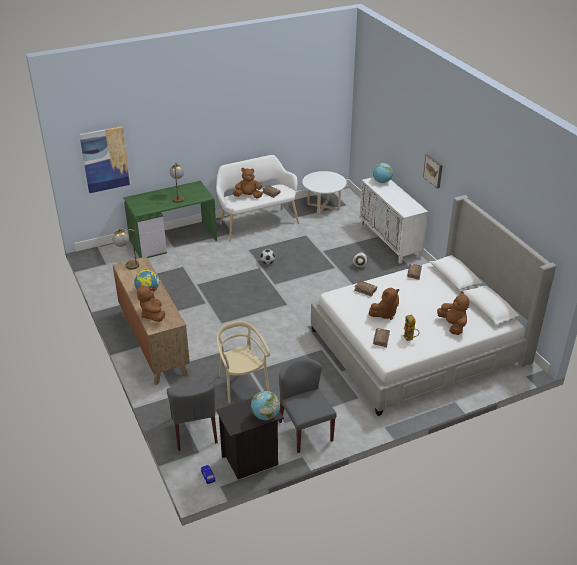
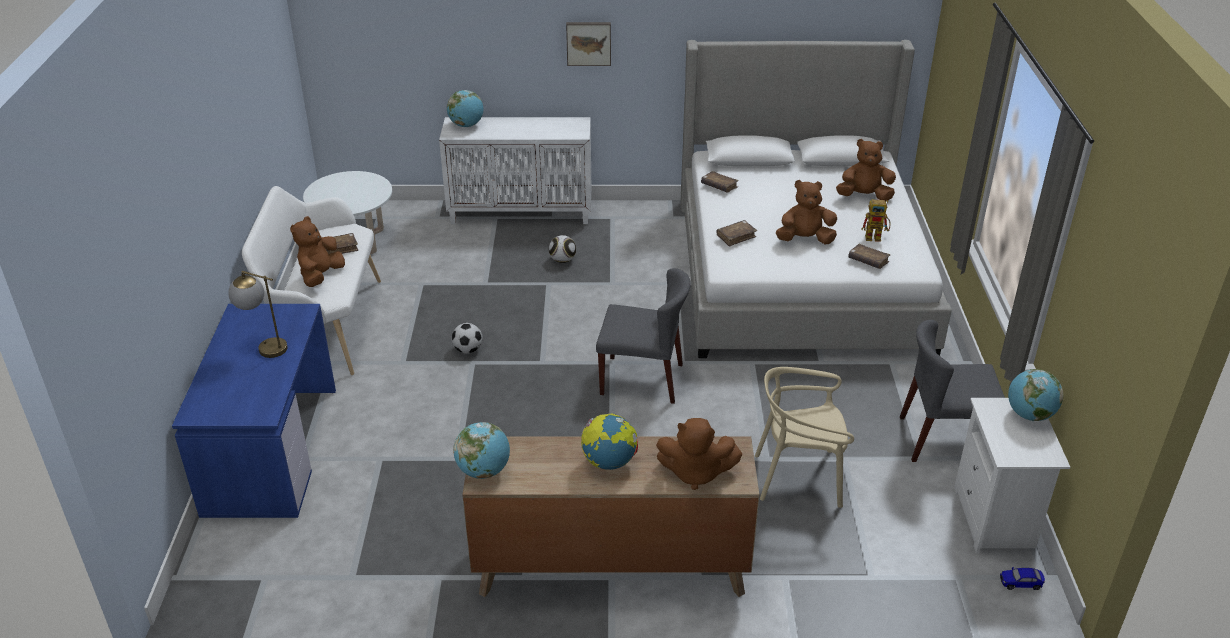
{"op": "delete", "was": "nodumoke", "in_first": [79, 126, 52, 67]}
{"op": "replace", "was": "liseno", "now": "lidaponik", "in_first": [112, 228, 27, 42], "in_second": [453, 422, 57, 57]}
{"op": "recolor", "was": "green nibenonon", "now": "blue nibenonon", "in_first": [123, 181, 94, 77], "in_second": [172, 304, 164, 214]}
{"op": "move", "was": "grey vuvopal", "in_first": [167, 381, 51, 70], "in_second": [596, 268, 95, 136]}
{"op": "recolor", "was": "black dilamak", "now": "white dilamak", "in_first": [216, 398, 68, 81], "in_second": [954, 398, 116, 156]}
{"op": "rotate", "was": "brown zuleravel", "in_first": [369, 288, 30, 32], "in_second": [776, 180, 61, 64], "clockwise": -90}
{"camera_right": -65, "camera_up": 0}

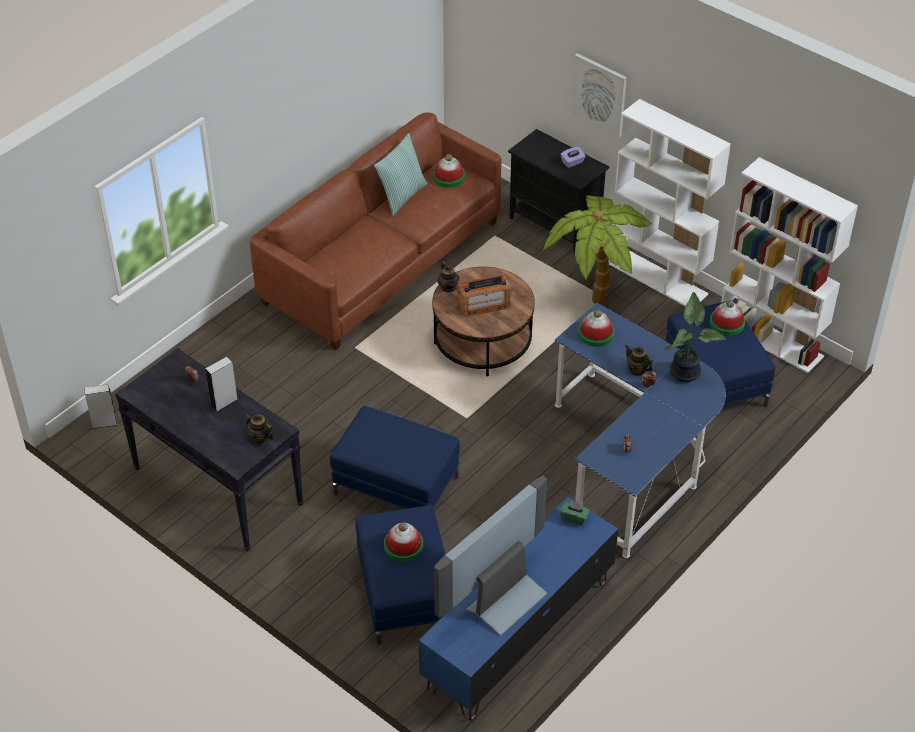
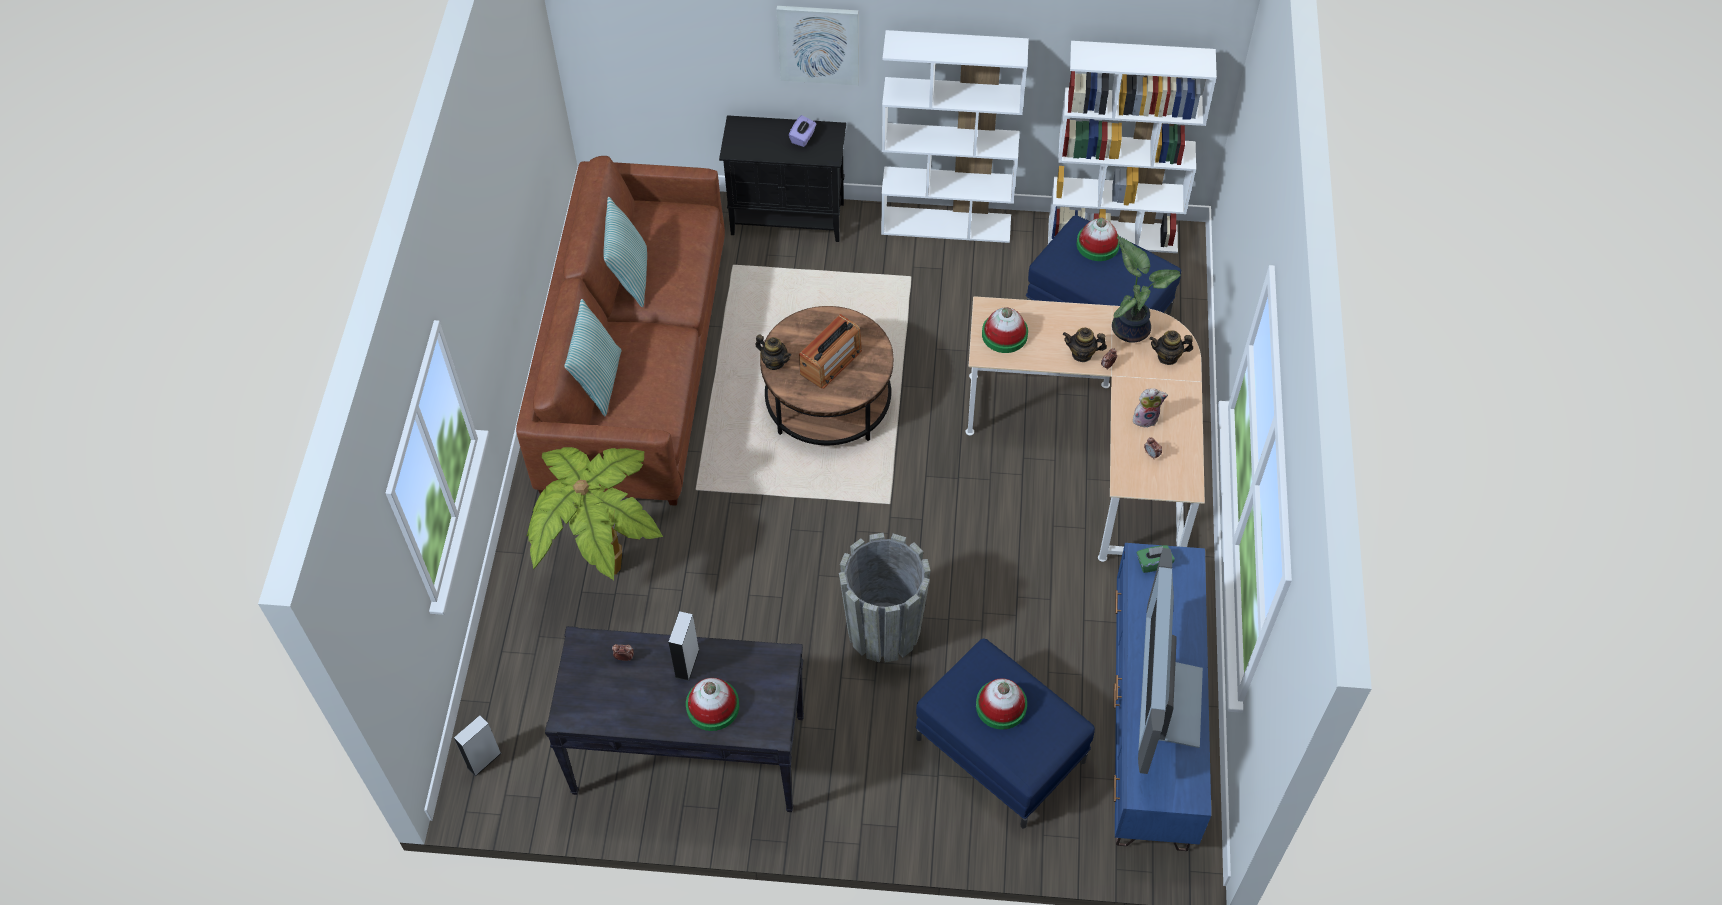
{"op": "move", "was": "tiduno", "in_first": [244, 413, 30, 31], "in_second": [1150, 330, 43, 35]}
{"op": "replace", "was": "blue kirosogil", "now": "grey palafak", "in_first": [330, 406, 130, 103], "in_second": [839, 533, 91, 129]}
{"op": "move", "was": "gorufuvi", "in_first": [433, 154, 32, 34], "in_second": [686, 678, 53, 53]}
{"op": "move", "was": "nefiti", "in_first": [543, 195, 109, 109], "in_second": [526, 447, 137, 133]}
{"op": "recolor", "was": "blue nibenonon", "now": "beige nibenonon", "in_first": [555, 303, 171, 255], "in_second": [965, 296, 240, 266]}
{"op": "insert", "now": "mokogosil", "in_second": [564, 299, 58, 117]}
{"op": "insert", "now": "zuleravel", "in_second": [1133, 389, 35, 39]}
{"camera_right": -35, "camera_up": 10}

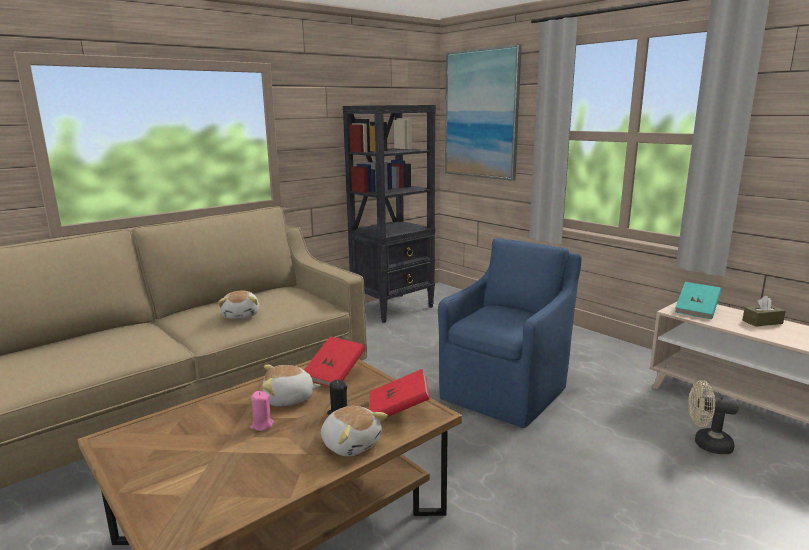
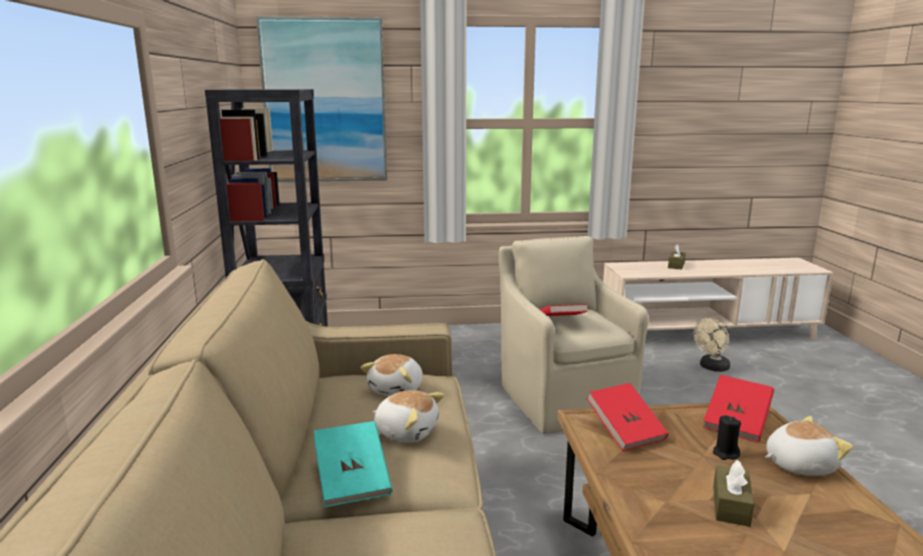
{"op": "replace", "was": "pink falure", "now": "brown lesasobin", "in_first": [250, 391, 24, 40], "in_second": [713, 460, 41, 67]}
{"op": "move", "was": "zuleravel", "in_first": [262, 365, 59, 41], "in_second": [360, 354, 63, 42]}
{"op": "recolor", "was": "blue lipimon", "now": "beige lipimon", "in_first": [438, 238, 144, 190], "in_second": [499, 236, 150, 198]}
{"op": "move", "was": "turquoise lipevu", "in_first": [675, 282, 46, 37], "in_second": [314, 421, 78, 86]}
{"op": "insert", "now": "red lipevu", "in_second": [541, 304, 47, 12]}
{"camera_right": -55, "camera_up": 0}

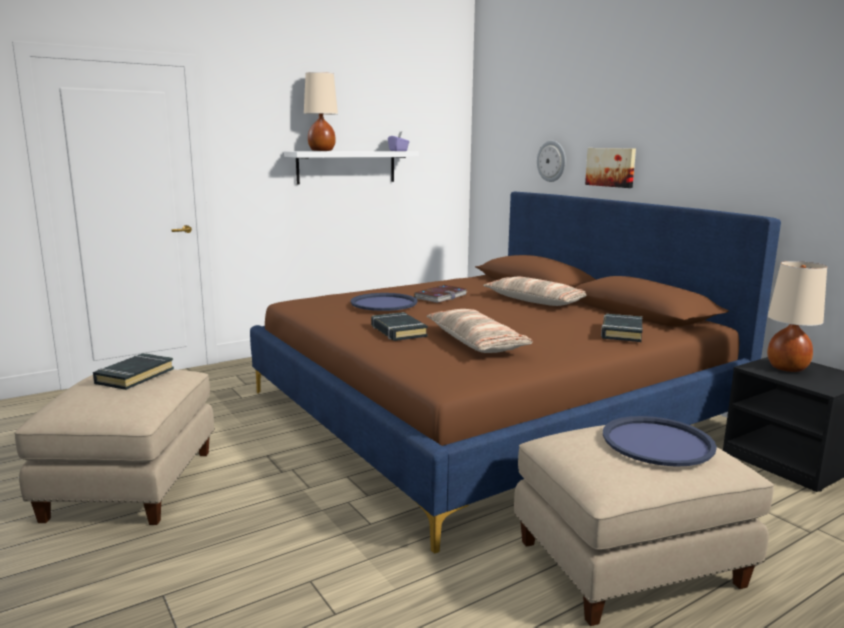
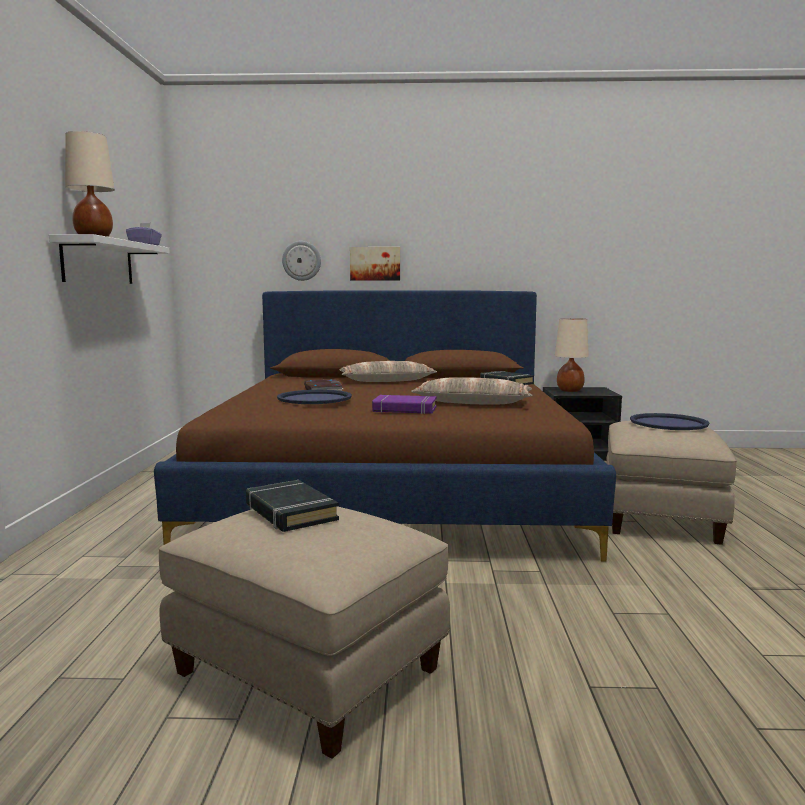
{"op": "recolor", "was": "black lipevu", "now": "purple lipevu", "in_first": [371, 312, 57, 29], "in_second": [372, 395, 65, 19]}
{"camera_right": -55, "camera_up": -5}

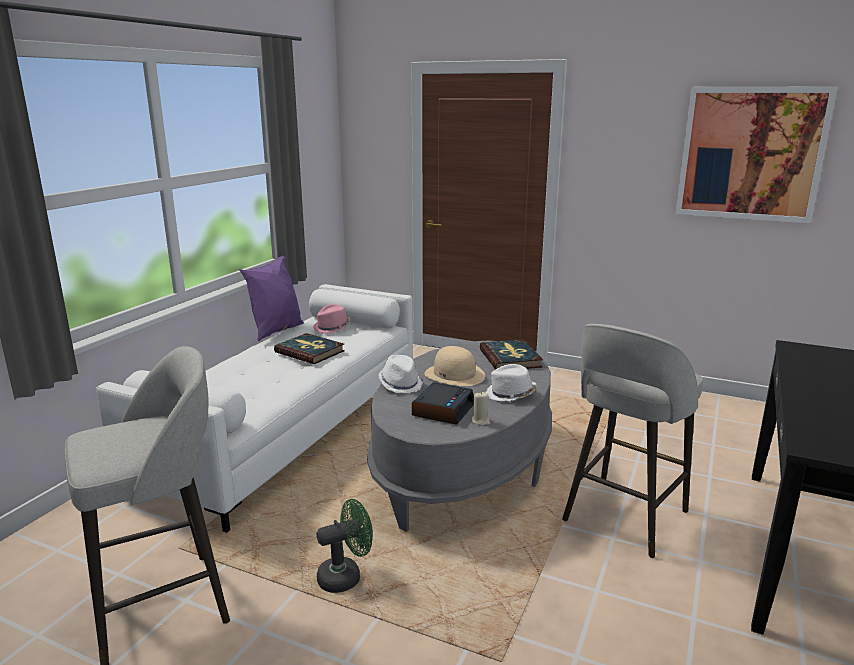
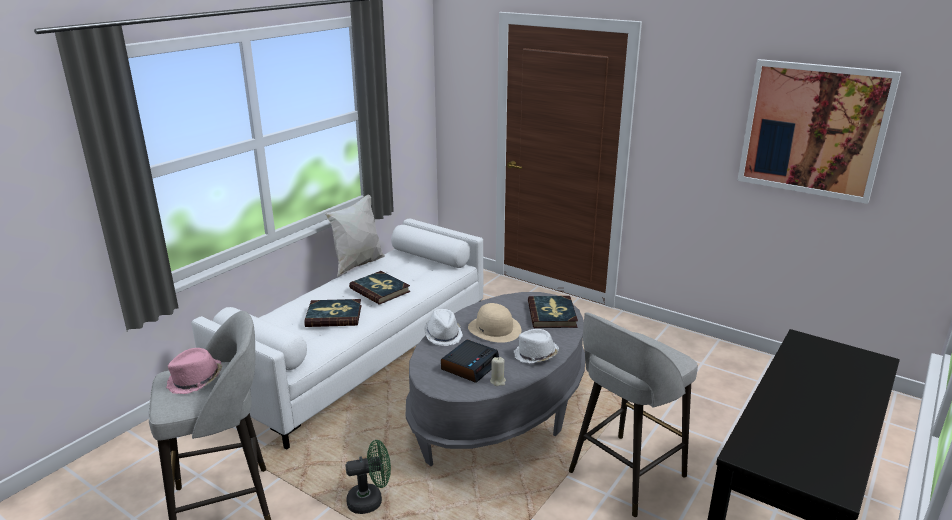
{"op": "recolor", "was": "purple mokogosil", "now": "white mokogosil", "in_first": [239, 255, 65, 87], "in_second": [324, 194, 61, 83]}
{"op": "move", "was": "pink gorufuvi", "in_first": [313, 304, 37, 30], "in_second": [166, 348, 56, 46]}
{"op": "insert", "now": "lipevu", "in_second": [304, 299, 58, 28]}
{"camera_right": 10, "camera_up": 5}

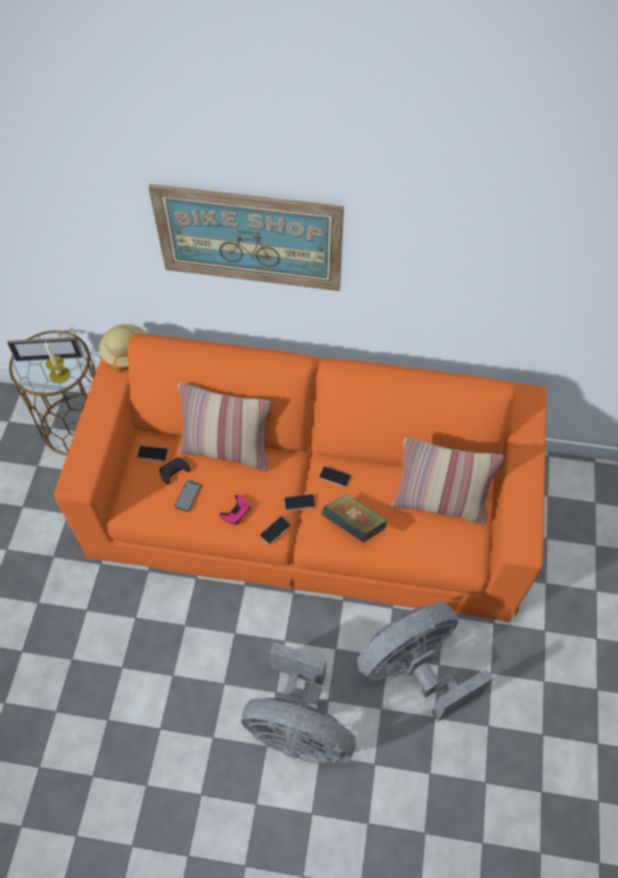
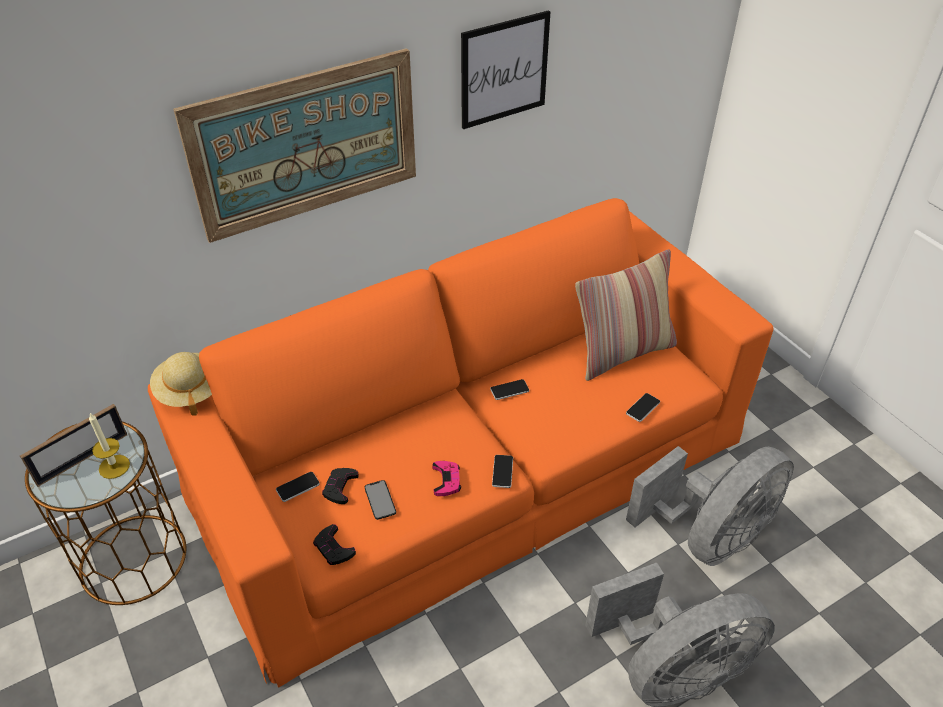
{"op": "delete", "was": "mokogosil", "in_first": [178, 383, 93, 88]}
{"op": "move", "was": "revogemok", "in_first": [284, 494, 31, 17], "in_second": [626, 393, 34, 29]}
{"op": "delete", "was": "lipevu", "in_first": [321, 494, 67, 49]}
{"op": "rotate", "was": "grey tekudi", "in_first": [357, 602, 136, 119], "in_second": [626, 446, 168, 120], "clockwise": -150}
{"op": "insert", "now": "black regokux", "in_second": [313, 524, 43, 41]}
{"op": "insert", "now": "nodumoke", "in_second": [461, 10, 89, 119]}
{"camera_right": -40, "camera_up": -15}

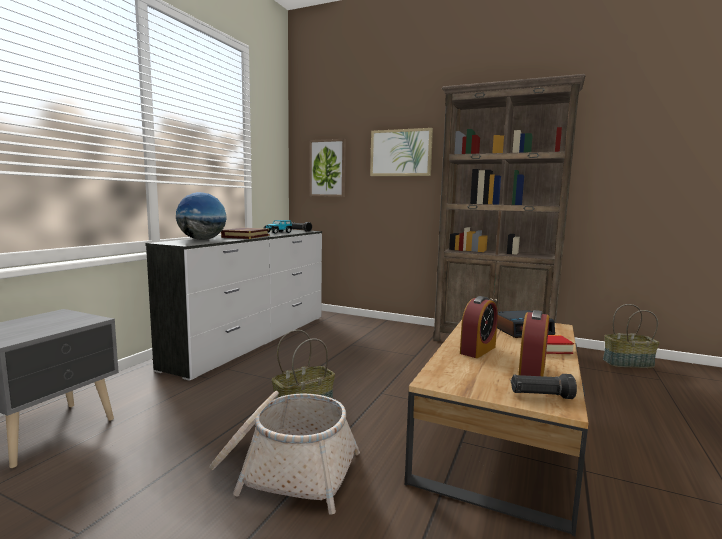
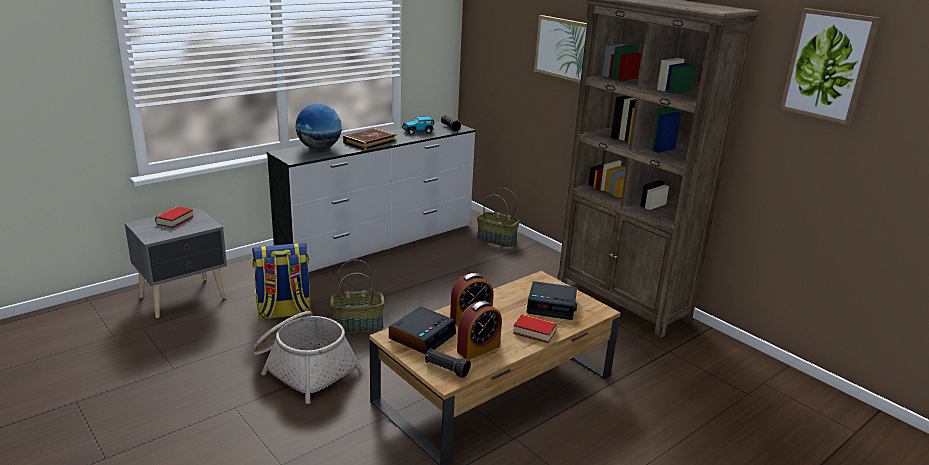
{"op": "move", "was": "nodumoke", "in_first": [309, 139, 37, 58], "in_second": [780, 8, 100, 117]}
{"op": "move", "was": "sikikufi", "in_first": [603, 304, 56, 64], "in_second": [477, 188, 42, 59]}
{"op": "insert", "now": "lipevu", "in_second": [155, 206, 39, 22]}
{"op": "insert", "now": "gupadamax", "in_second": [252, 243, 60, 77]}
{"op": "insert", "now": "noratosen", "in_second": [389, 306, 67, 49]}
{"camera_right": 25, "camera_up": 15}

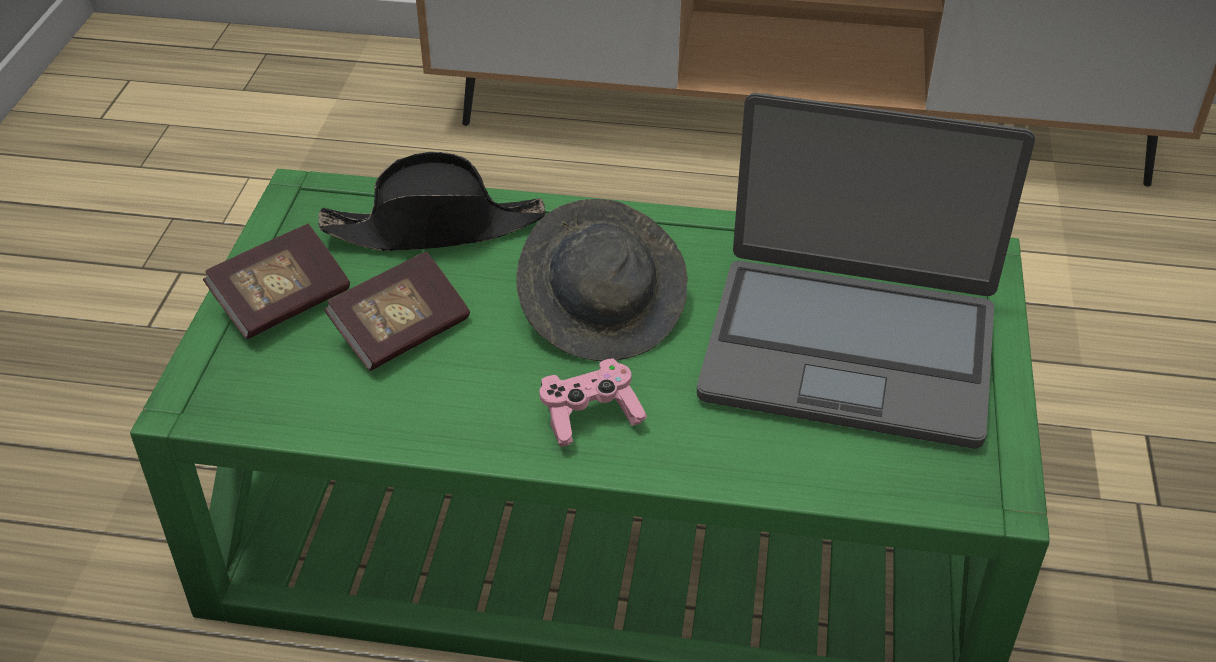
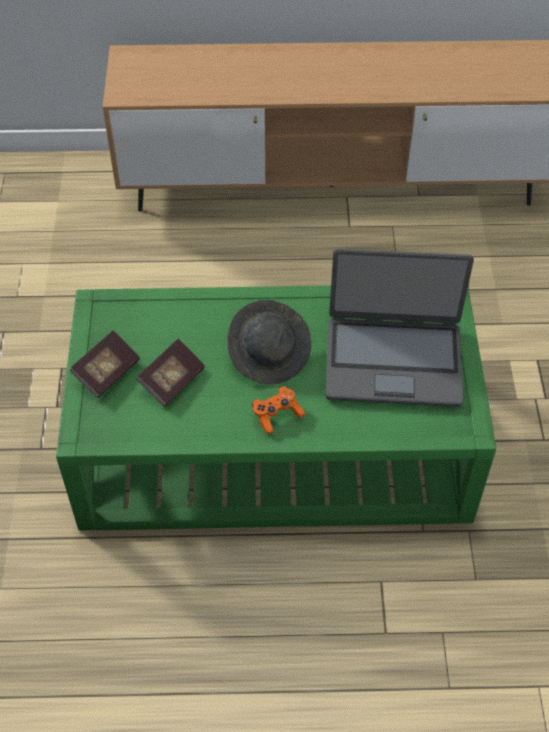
{"op": "delete", "was": "black gorufuvi", "in_first": [318, 152, 228, 99]}
{"op": "recolor", "was": "pink regokux", "now": "orange regokux", "in_first": [539, 359, 108, 88], "in_second": [252, 386, 53, 48]}
{"camera_right": -10, "camera_up": 10}

